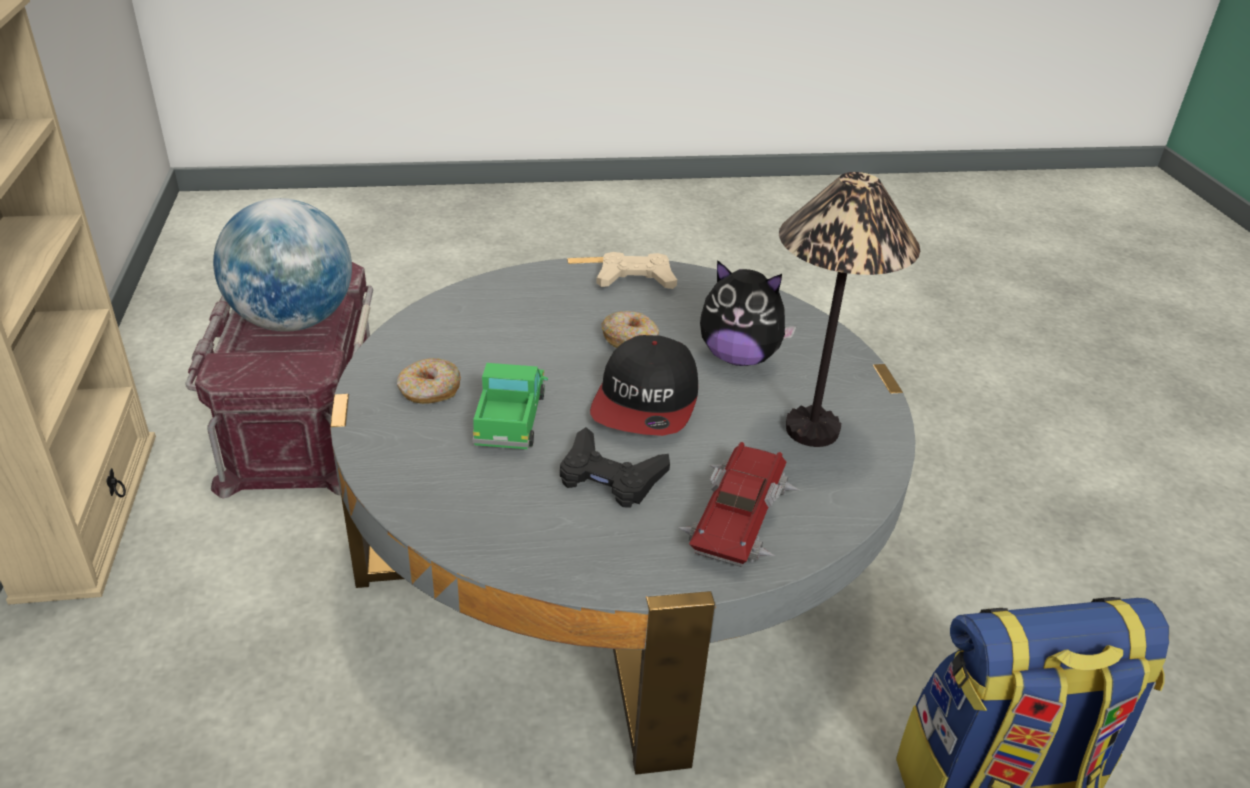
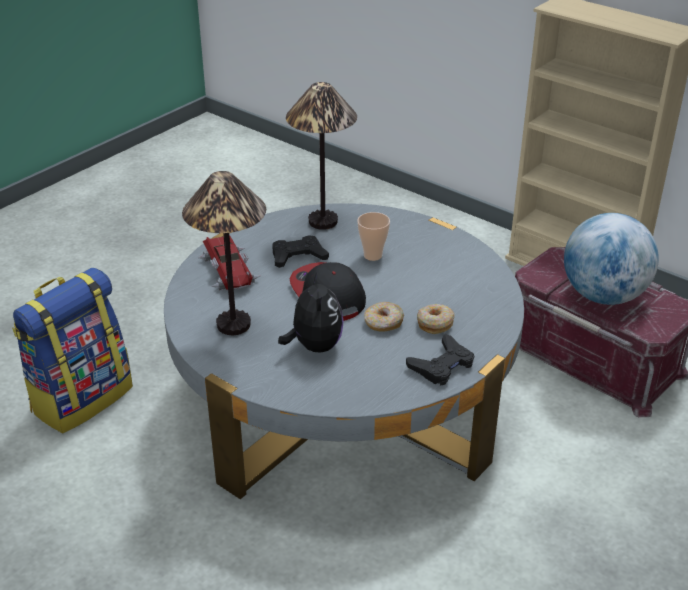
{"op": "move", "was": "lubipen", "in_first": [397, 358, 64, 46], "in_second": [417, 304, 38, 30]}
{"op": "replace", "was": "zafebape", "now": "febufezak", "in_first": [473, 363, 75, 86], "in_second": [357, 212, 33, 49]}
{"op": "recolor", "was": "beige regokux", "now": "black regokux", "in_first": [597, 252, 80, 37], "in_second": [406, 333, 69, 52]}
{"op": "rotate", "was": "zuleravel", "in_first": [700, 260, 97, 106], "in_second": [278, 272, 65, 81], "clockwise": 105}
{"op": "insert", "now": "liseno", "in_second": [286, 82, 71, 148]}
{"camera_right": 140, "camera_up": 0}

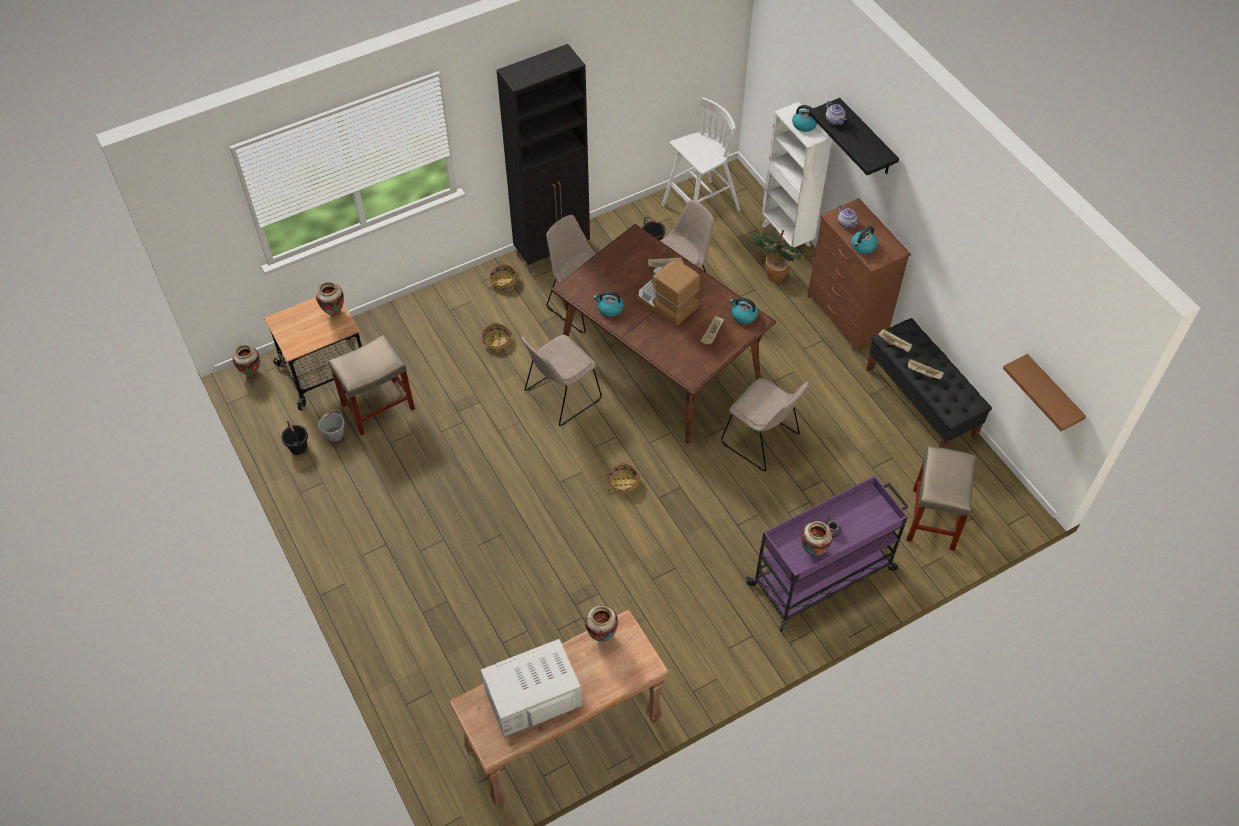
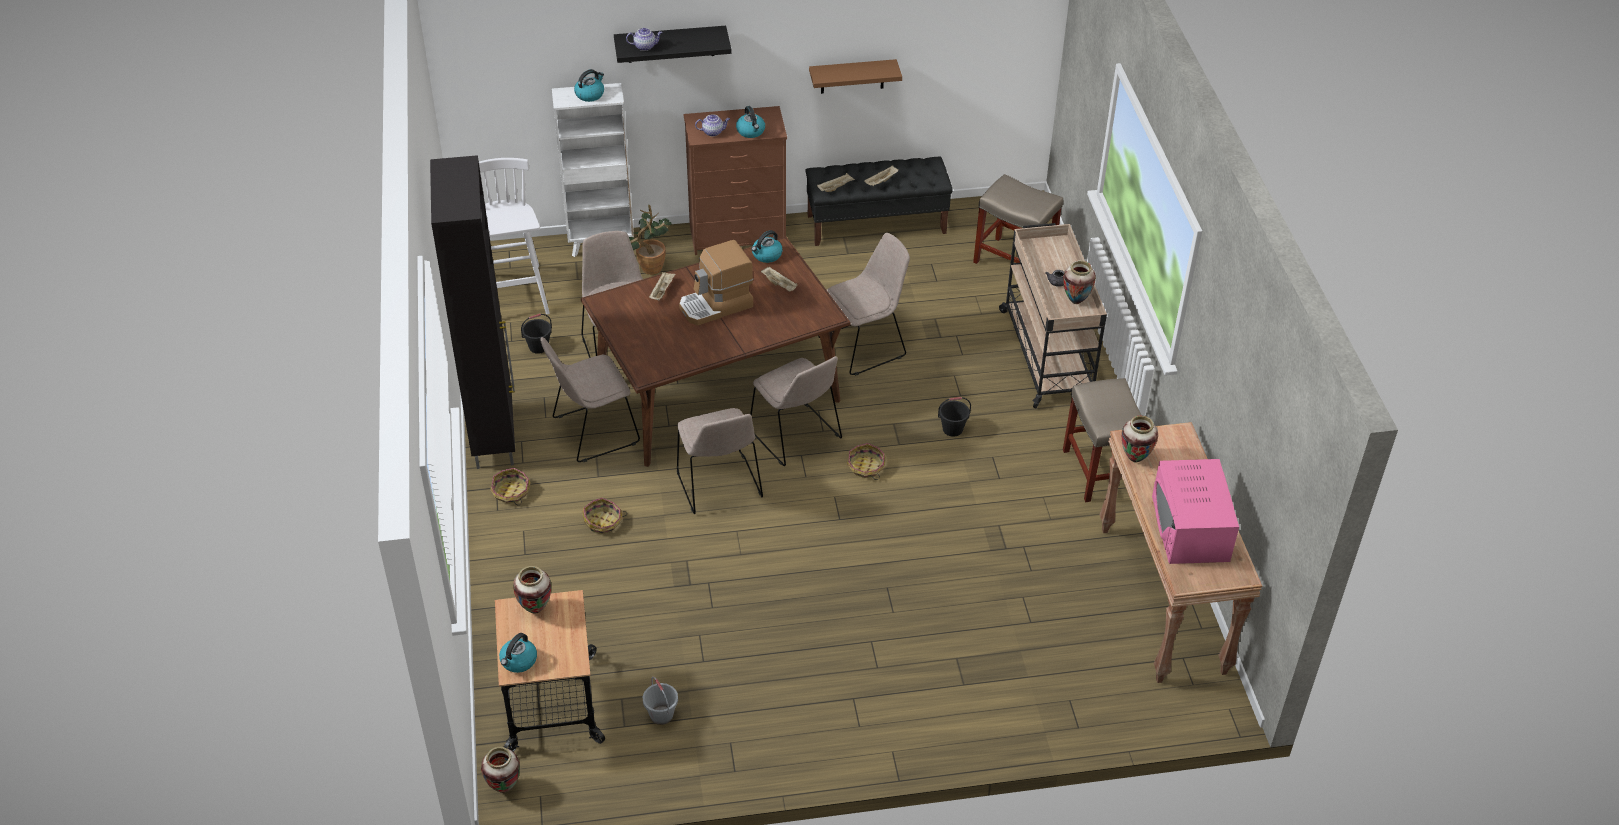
{"op": "move", "was": "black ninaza", "in_first": [281, 421, 27, 34], "in_second": [938, 397, 33, 40]}
{"op": "move", "was": "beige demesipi", "in_first": [328, 334, 87, 101], "in_second": [1063, 378, 78, 124]}
{"op": "recolor", "was": "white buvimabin", "now": "pink buvimabin", "in_first": [481, 639, 101, 98], "in_second": [1152, 459, 87, 105]}
{"op": "move", "was": "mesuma", "in_first": [593, 291, 31, 26], "in_second": [499, 633, 38, 40]}
{"op": "recolor", "was": "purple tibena", "now": "beige tibena", "in_first": [746, 476, 163, 156], "in_second": [999, 223, 108, 186]}
{"op": "move", "was": "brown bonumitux", "in_first": [1003, 354, 83, 77], "in_second": [809, 59, 93, 35]}
{"op": "insert", "now": "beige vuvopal", "in_second": [750, 356, 92, 110]}
{"camera_right": -70, "camera_up": -10}

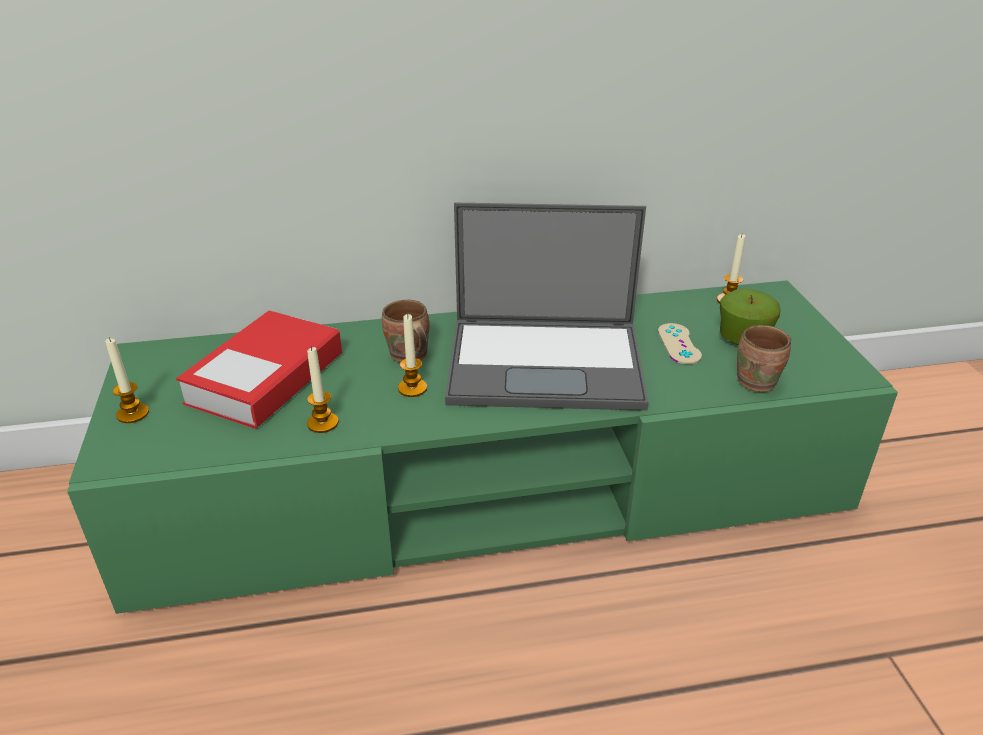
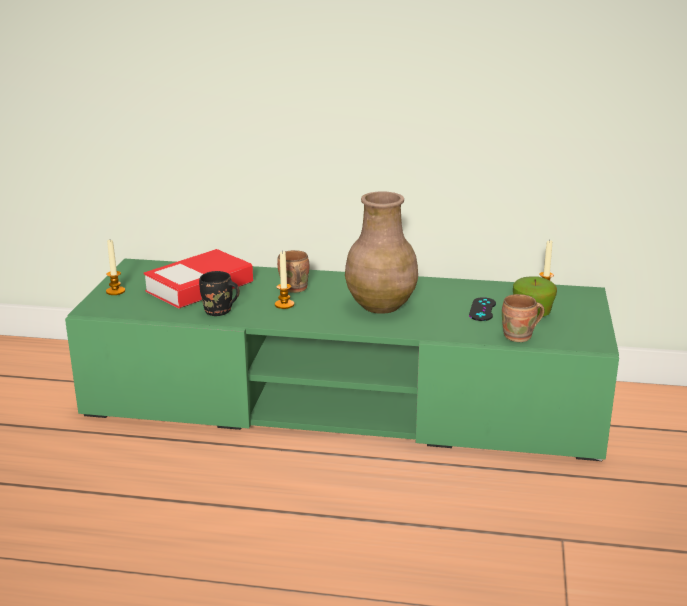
{"op": "replace", "was": "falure", "now": "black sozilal", "in_first": [307, 346, 31, 87], "in_second": [199, 271, 41, 45]}
{"op": "replace", "was": "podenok", "now": "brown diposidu", "in_first": [445, 203, 204, 208], "in_second": [345, 191, 73, 123]}
{"op": "recolor", "was": "beige regokux", "now": "black regokux", "in_first": [658, 323, 44, 41], "in_second": [469, 297, 27, 24]}
{"camera_right": 20, "camera_up": -10}

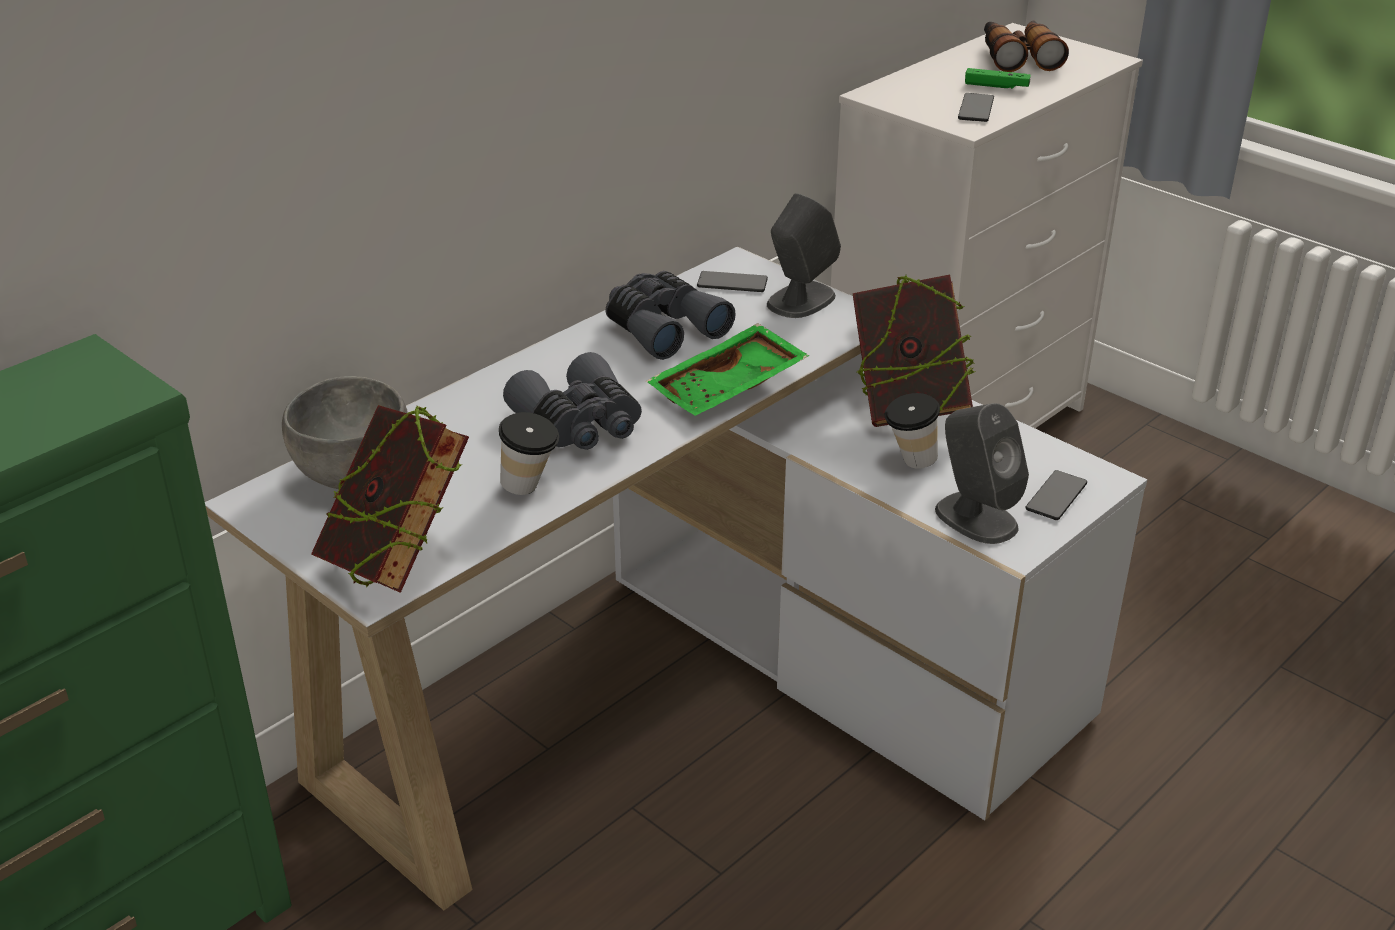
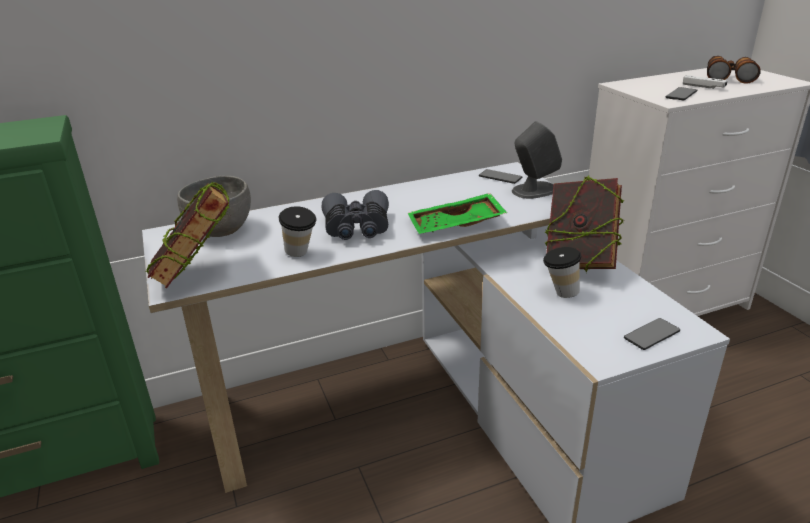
{"op": "delete", "was": "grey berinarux", "in_first": [606, 271, 130, 89]}
{"op": "delete", "was": "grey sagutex", "in_first": [935, 403, 94, 141]}
{"op": "recolor", "was": "green regokux", "now": "white regokux", "in_first": [965, 68, 66, 21], "in_second": [683, 75, 45, 14]}
{"camera_right": 25, "camera_up": -5}

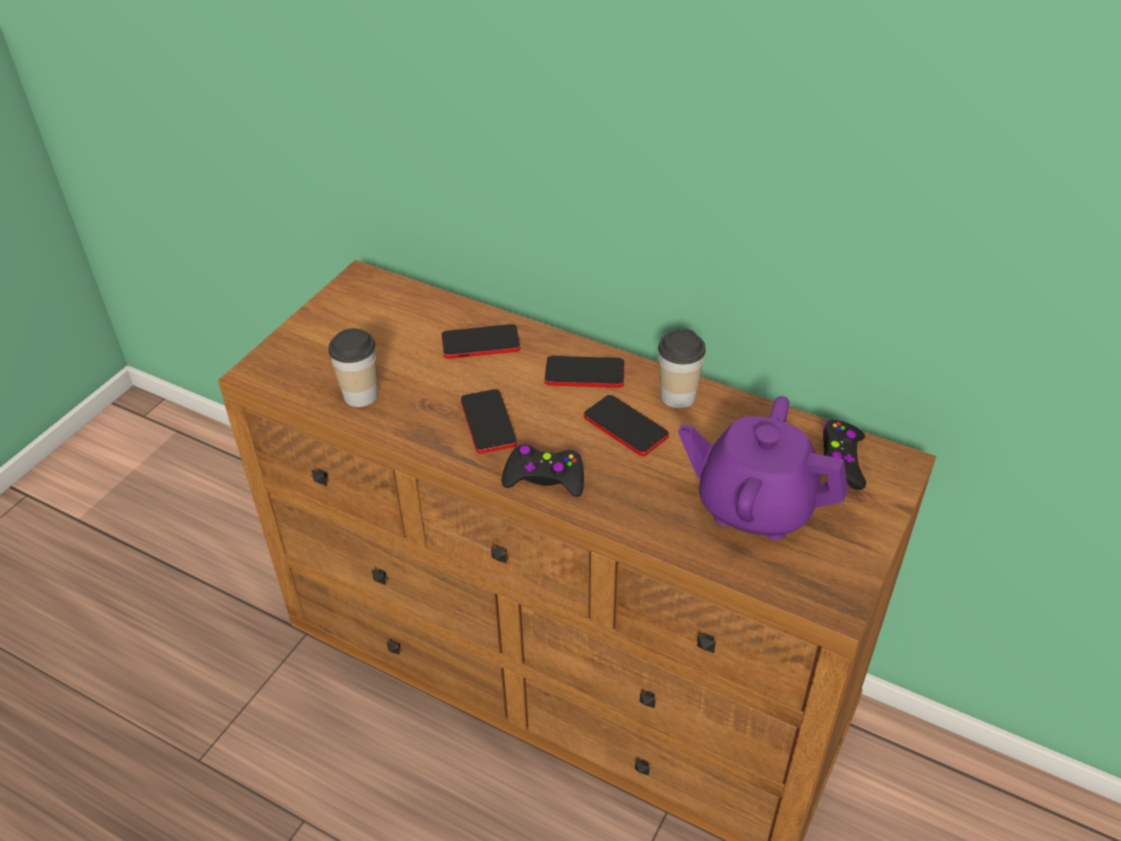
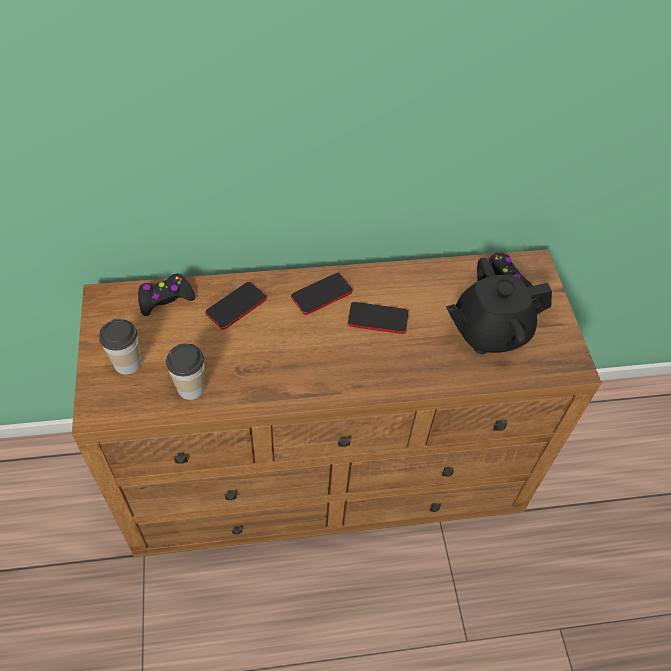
{"op": "delete", "was": "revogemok", "in_first": [461, 389, 56, 65]}
{"op": "move", "was": "black regokux", "in_first": [501, 444, 83, 53], "in_second": [138, 273, 57, 43]}
{"op": "move", "was": "febufezak", "in_first": [658, 328, 48, 80], "in_second": [99, 319, 42, 56]}
{"op": "recolor", "was": "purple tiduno", "now": "black tiduno", "in_first": [678, 396, 170, 144], "in_second": [446, 258, 106, 96]}
{"camera_right": -40, "camera_up": 10}

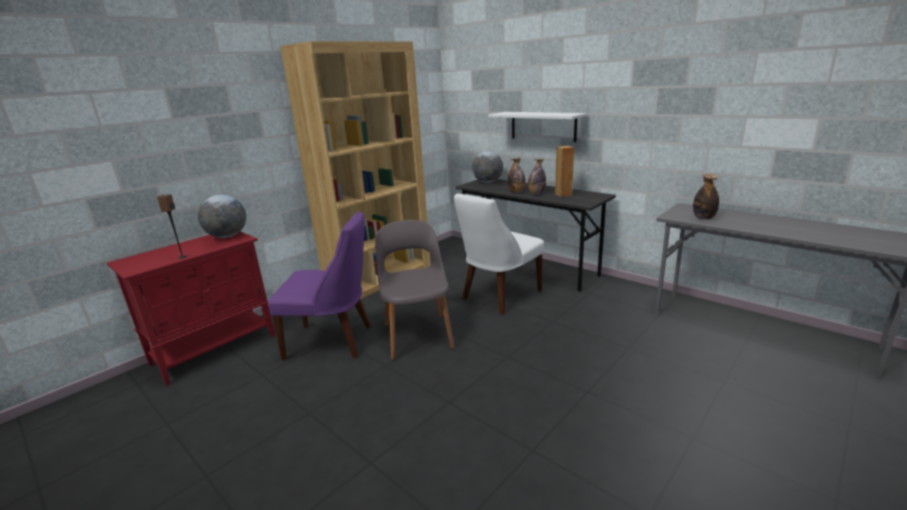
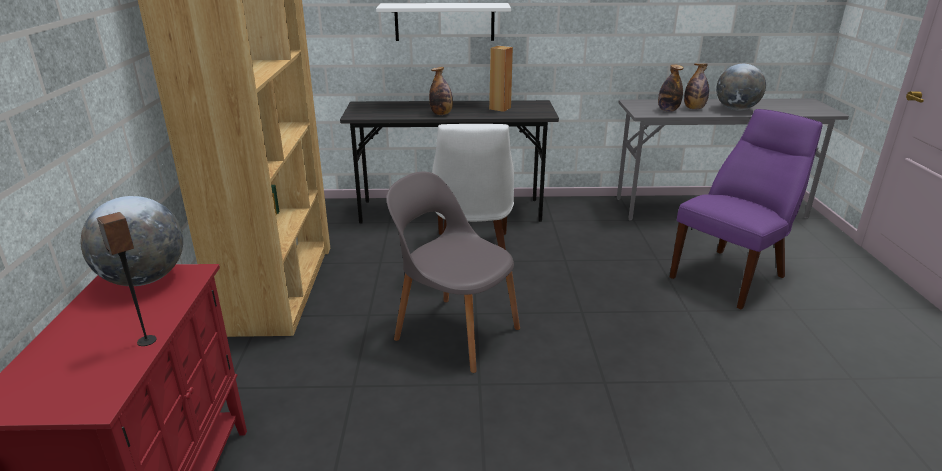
{"op": "move", "was": "purple vuvopal", "in_first": [268, 212, 103, 148], "in_second": [670, 109, 153, 200]}
{"op": "move", "was": "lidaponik", "in_first": [472, 151, 31, 32], "in_second": [716, 64, 50, 46]}
{"op": "move", "was": "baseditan", "in_first": [528, 159, 18, 35], "in_second": [684, 63, 25, 46]}
{"camera_right": -45, "camera_up": 5}

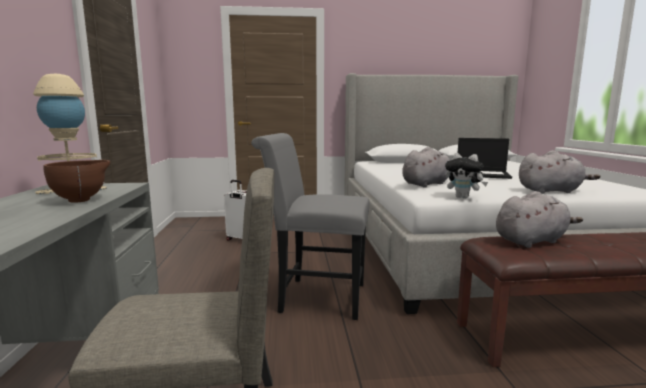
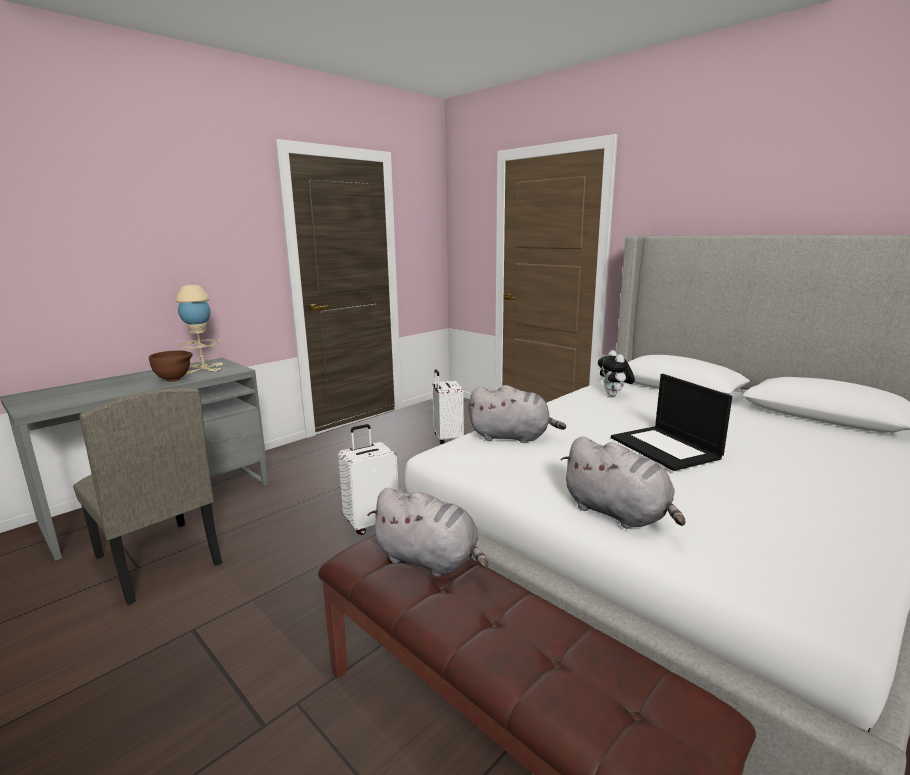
{"op": "replace", "was": "grey vuvopal", "now": "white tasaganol", "in_first": [251, 133, 118, 187], "in_second": [338, 424, 60, 111]}
{"op": "move", "was": "zuleravel", "in_first": [445, 153, 43, 46], "in_second": [598, 350, 37, 46]}
{"camera_right": 50, "camera_up": 5}

